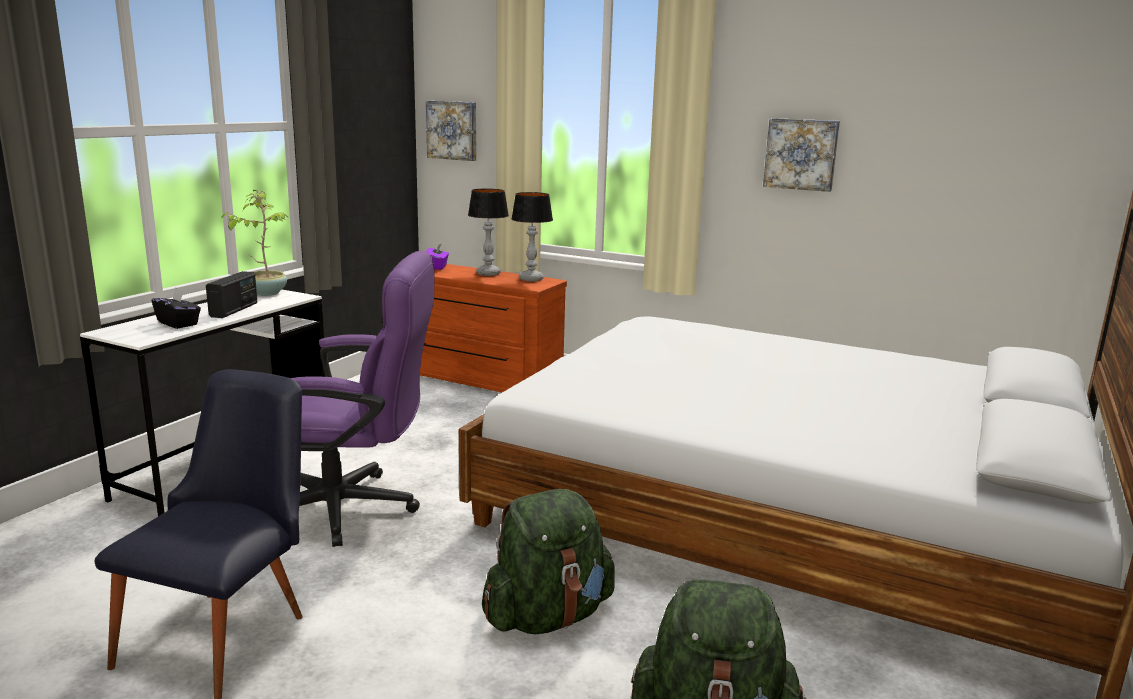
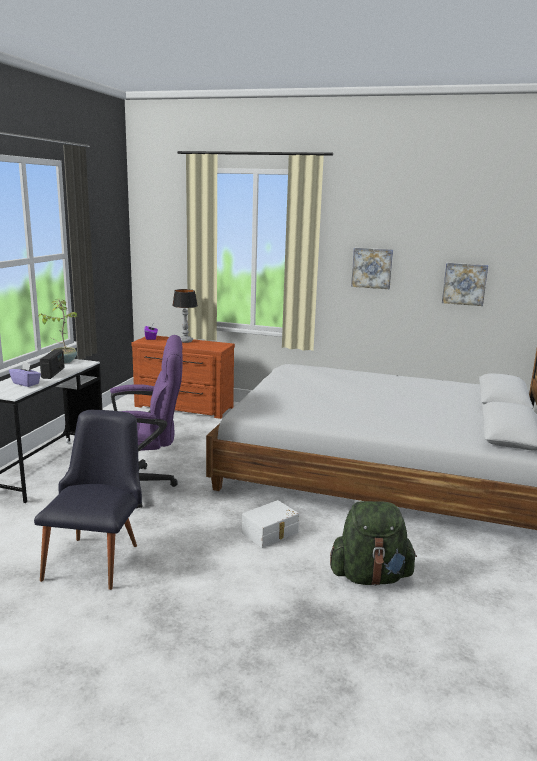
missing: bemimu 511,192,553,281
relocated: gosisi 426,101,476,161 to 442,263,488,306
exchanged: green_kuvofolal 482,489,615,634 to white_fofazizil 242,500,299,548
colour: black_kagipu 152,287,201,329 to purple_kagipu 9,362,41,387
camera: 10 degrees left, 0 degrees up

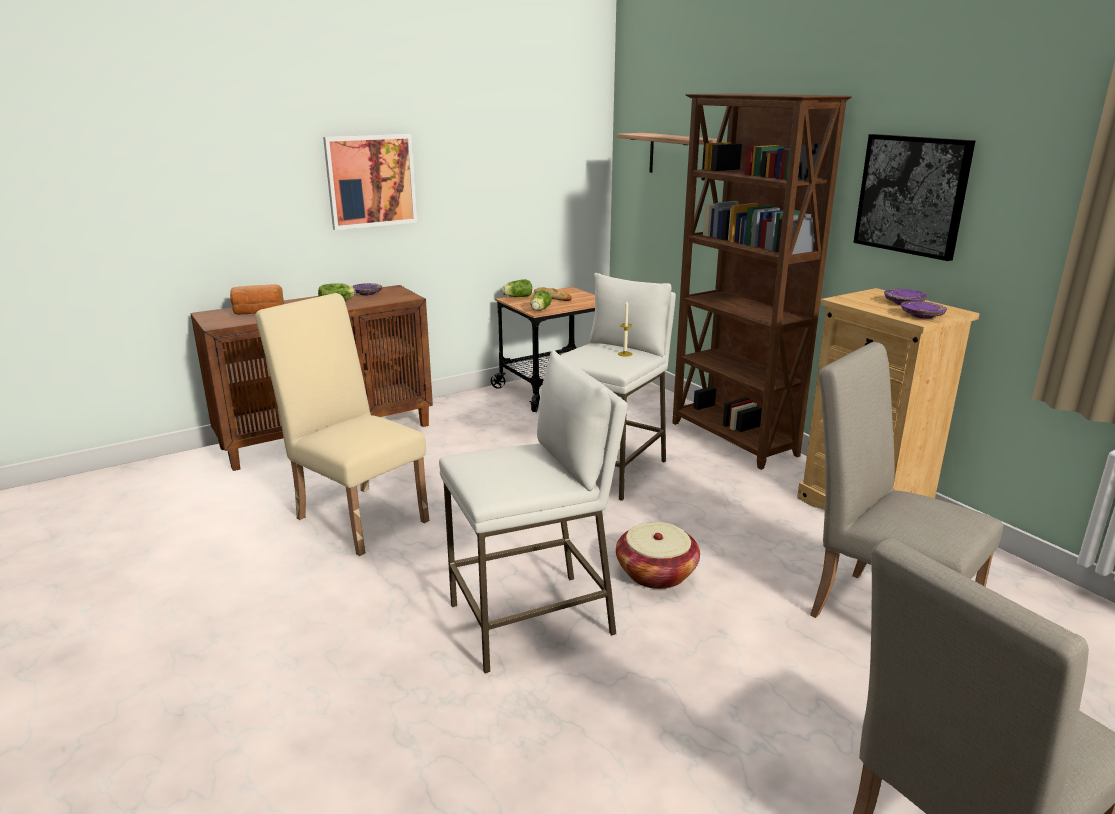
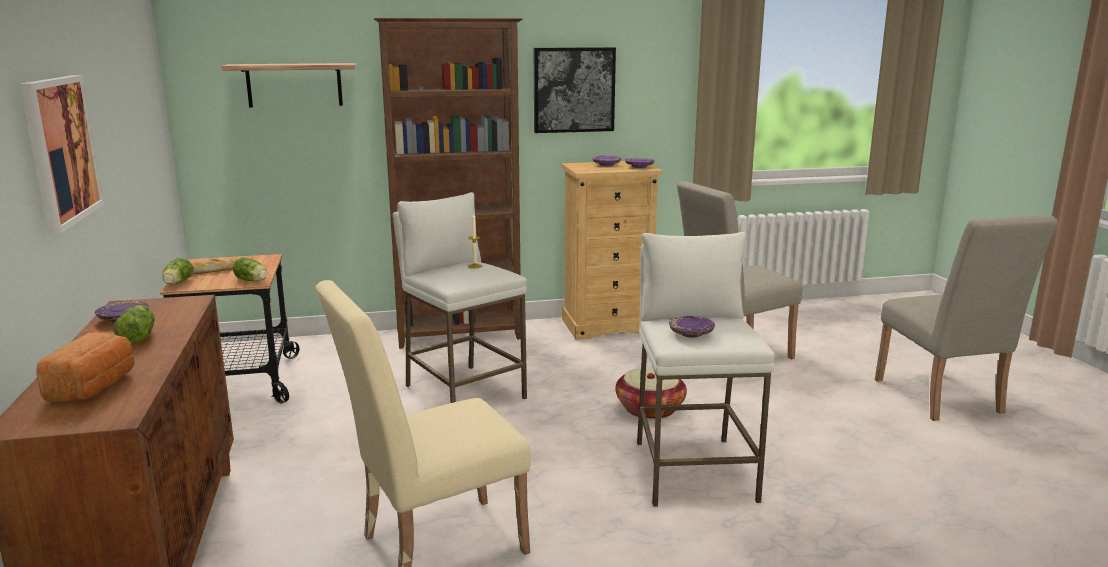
appeared: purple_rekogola 669,316,715,337
camera: 70 degrees left, 5 degrees down

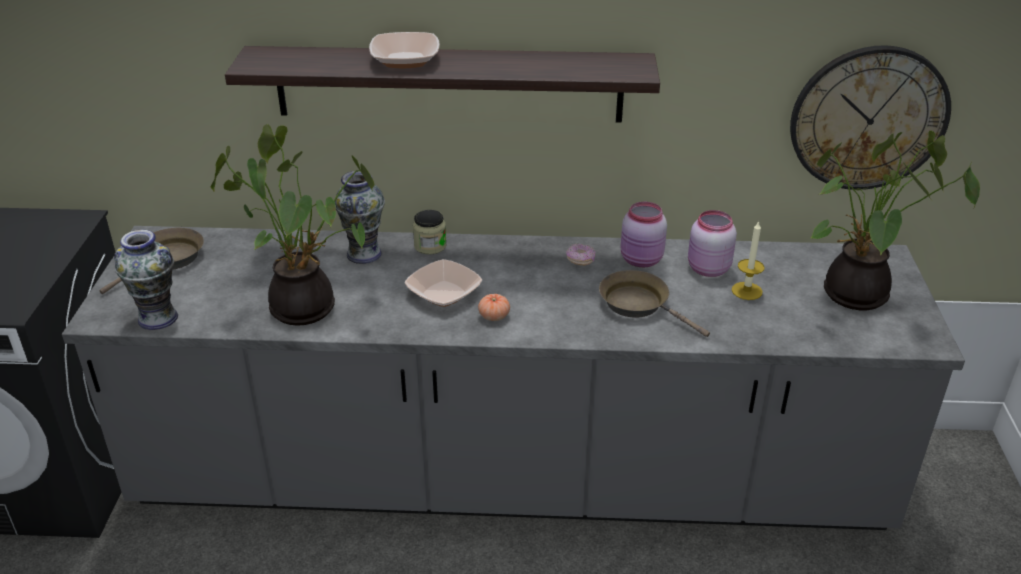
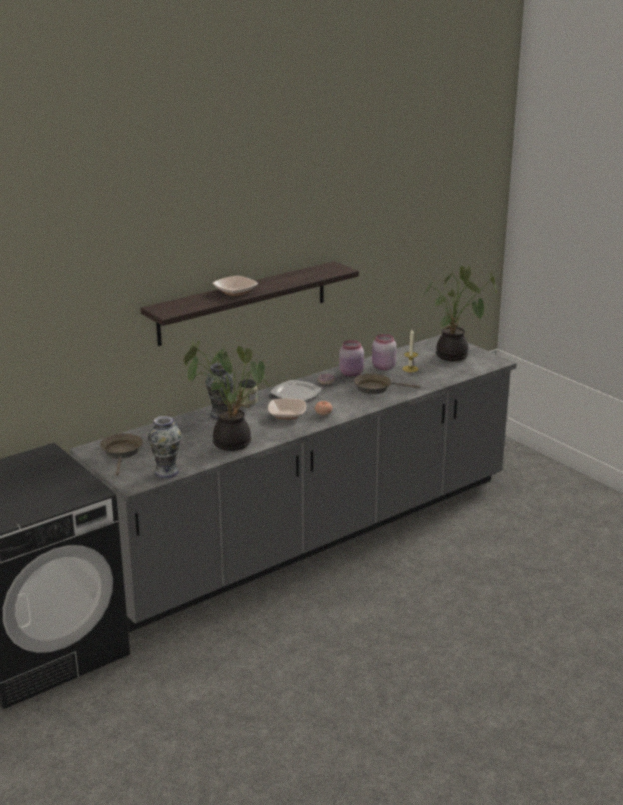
missing: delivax 790,45,951,190
appeared: rekogola 270,380,322,401
camera: 40 degrees left, 10 degrees down

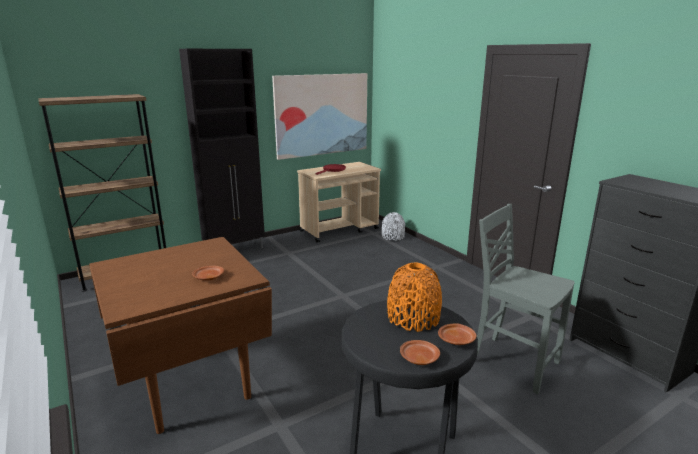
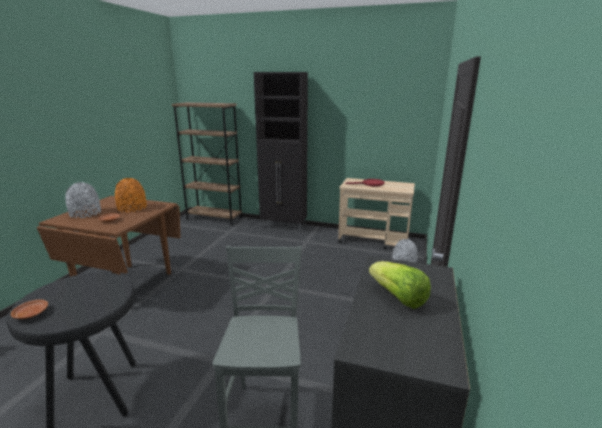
missing: gosisi 272,73,367,160; brown_rekogola 438,323,477,345
appeared: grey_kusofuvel 65,182,101,218; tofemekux 369,261,431,309
relocated: orange_kusofuvel 387,263,442,332 to 115,178,147,212
camera: 50 degrees right, 0 degrees up

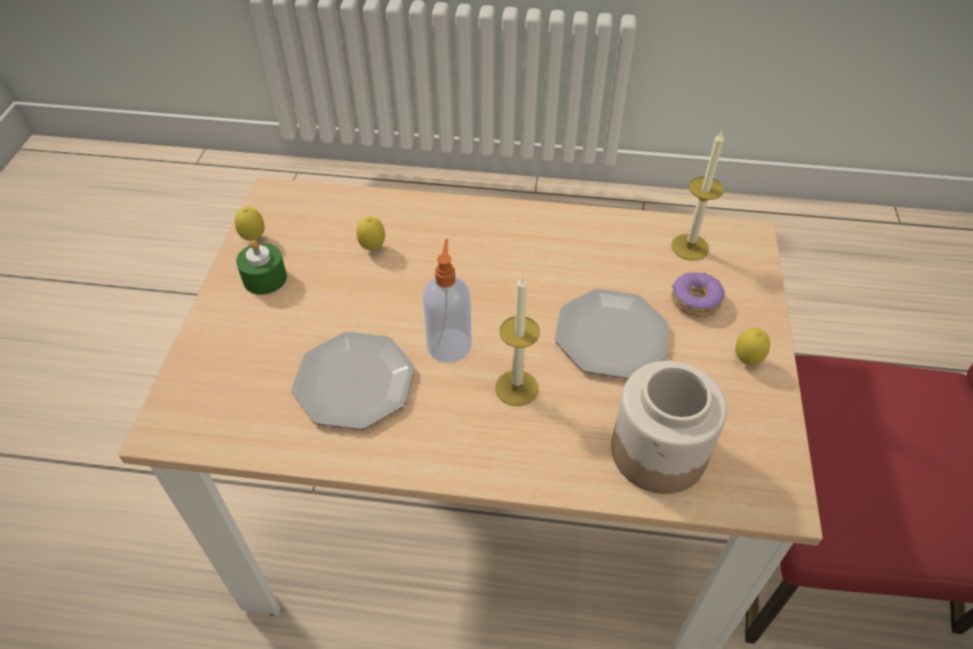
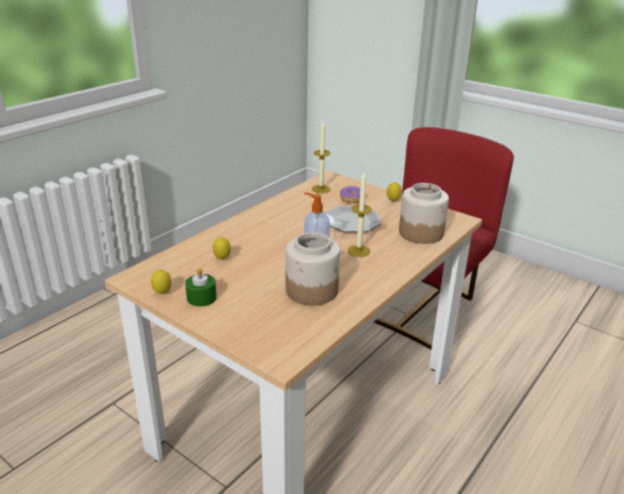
exchanged: rekogola 291,332,415,430 to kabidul 286,232,340,305
camera: 60 degrees left, 20 degrees down

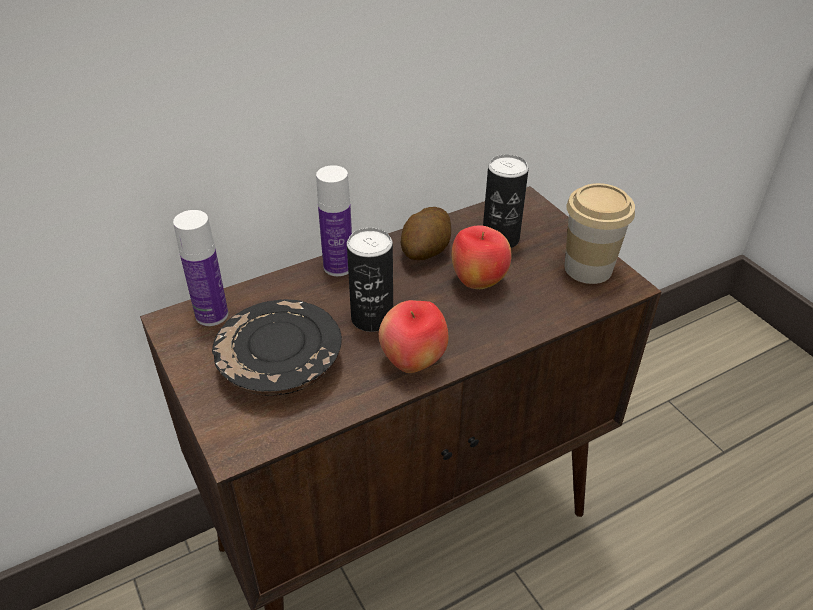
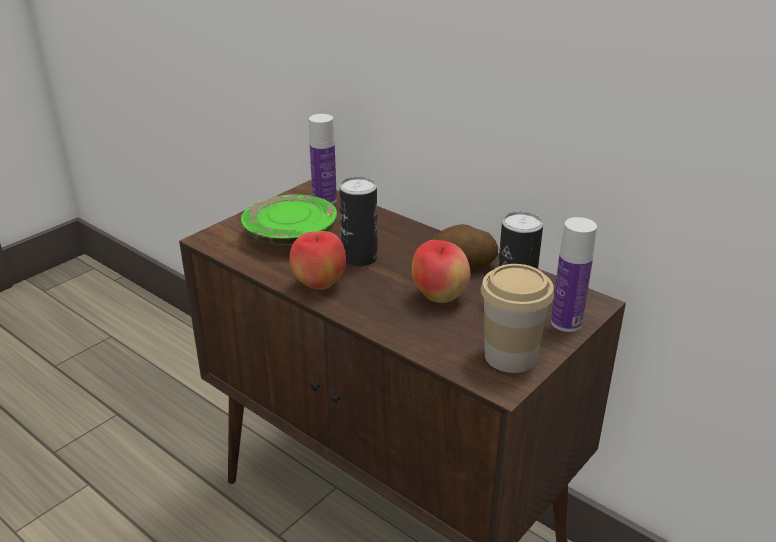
relocated: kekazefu 316,165,352,276 to 551,217,597,332
colour: black_rekogola 212,299,342,396 to green_rekogola 241,194,337,245
camera: 70 degrees right, 10 degrees down

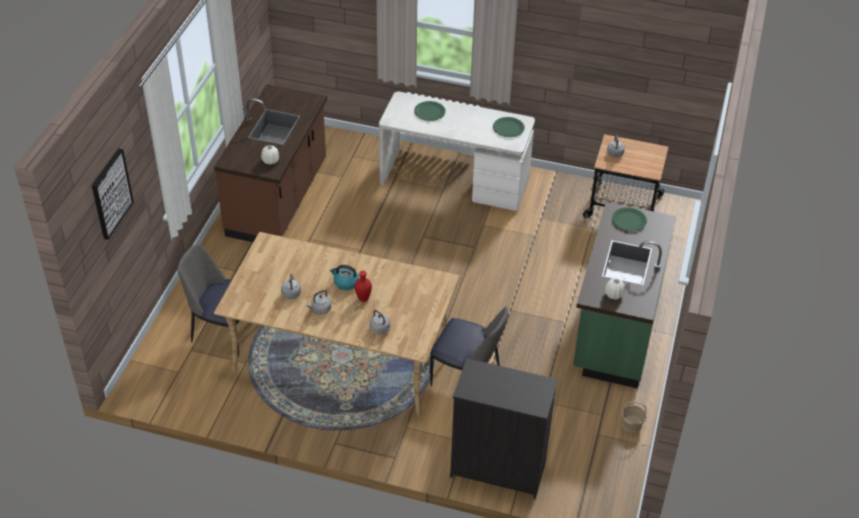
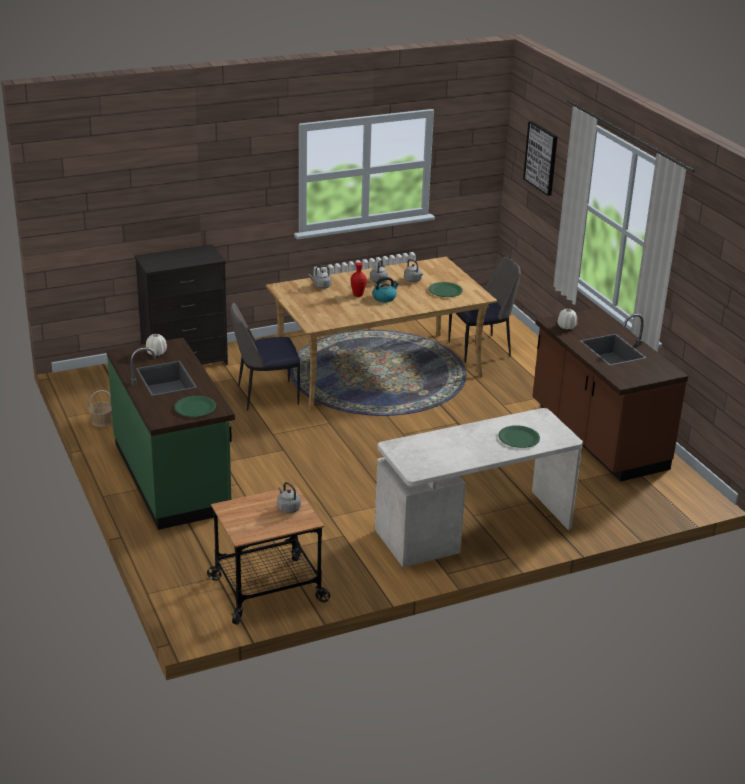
relocated: green_rekogola 493,117,525,137 to 429,282,463,297
camera: 140 degrees right, 15 degrees down

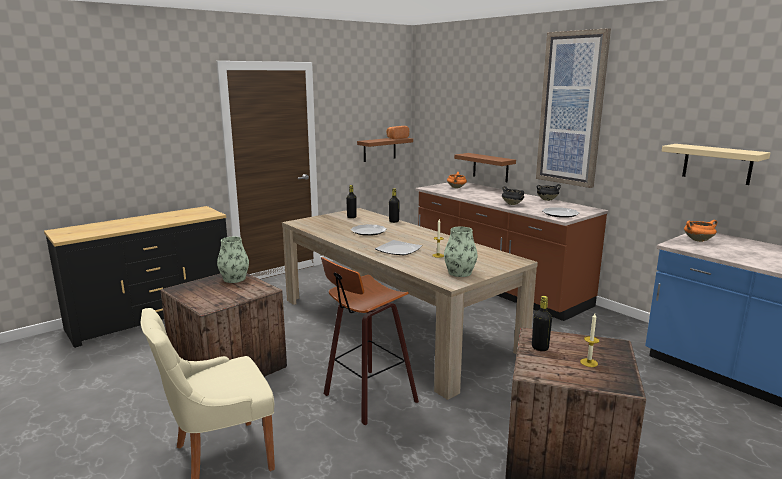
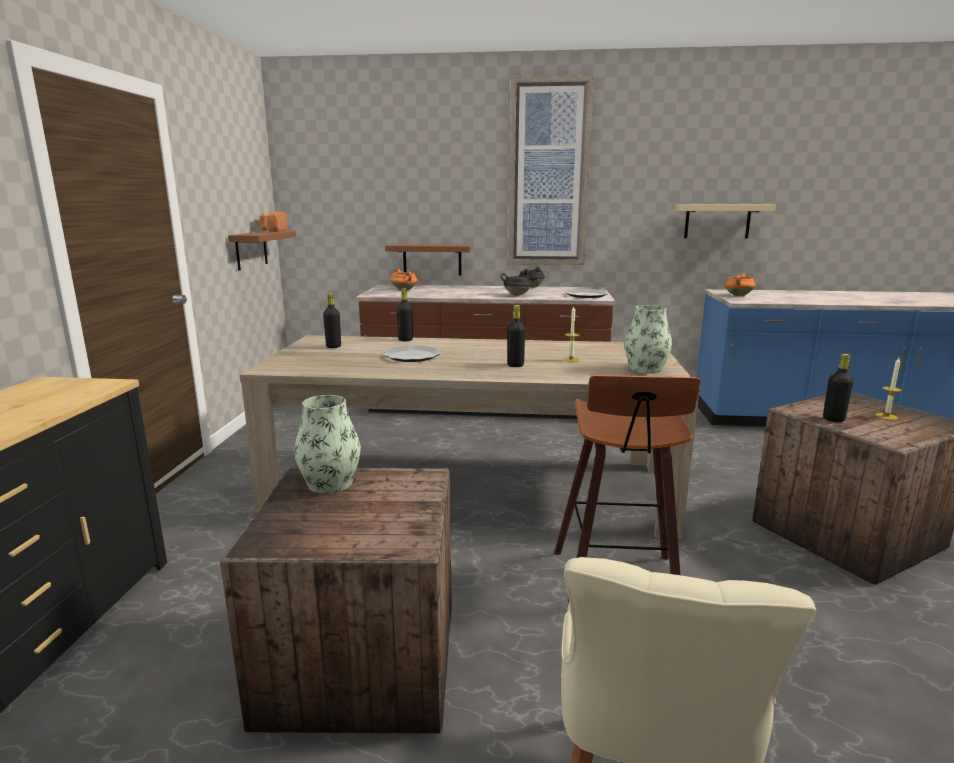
exchanged: rekogola 375,240,422,255 to black_kekazefu 507,305,525,367
camera: 45 degrees left, 0 degrees up

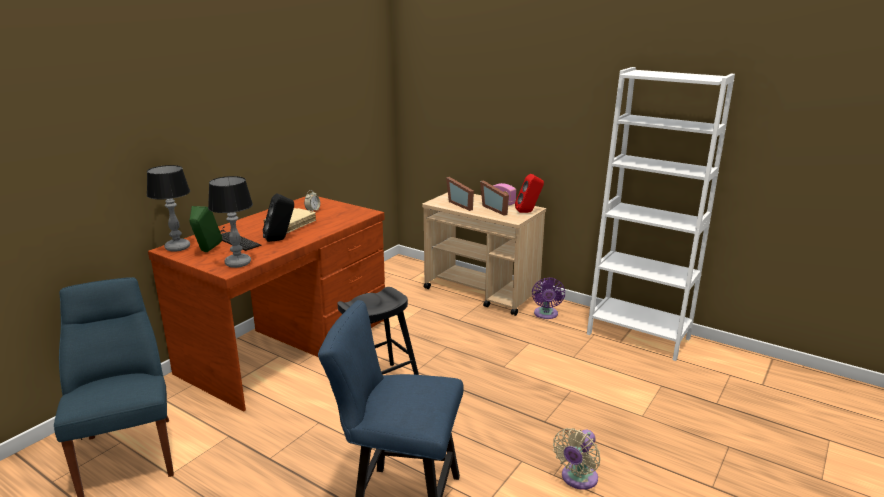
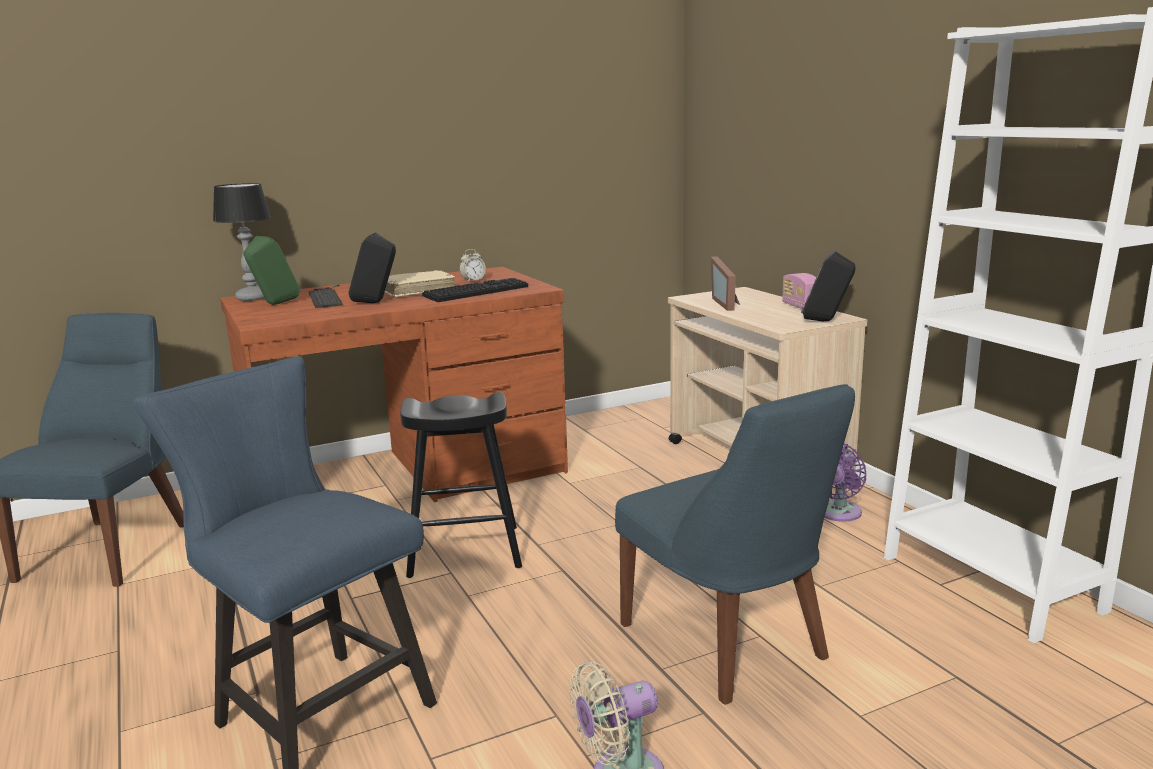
missing: bemimu 208,176,253,268; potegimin 480,180,509,216
appeared: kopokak 422,278,528,302; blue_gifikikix 615,384,855,705
colour: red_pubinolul 515,174,544,213 to black_pubinolul 801,251,855,321
camera: 30 degrees right, 5 degrees down

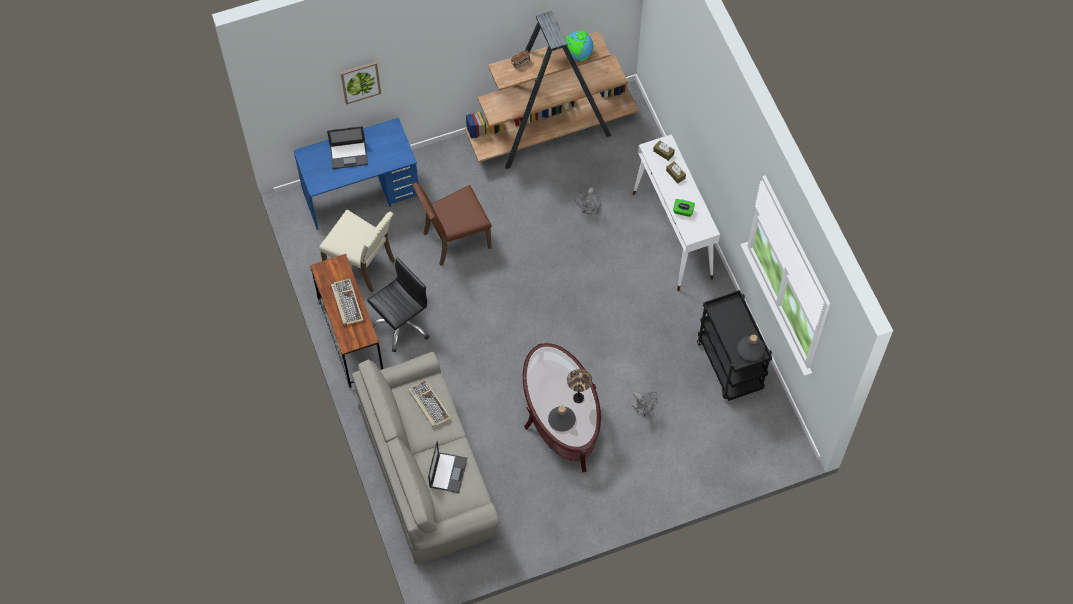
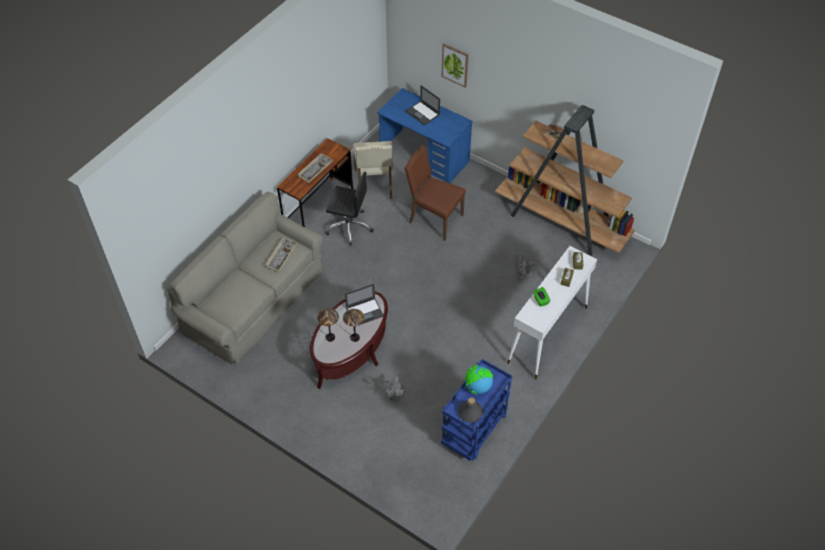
relocated: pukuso 428,441,467,493 to 345,284,384,327; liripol 565,30,593,61 to 465,365,493,394
exchanged: grey_kekazefu 548,406,576,432 to bemimu 317,309,339,342
colour: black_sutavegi 697,290,772,401 to blue_sutavegi 441,359,512,461
camera: 55 degrees right, 10 degrees down

